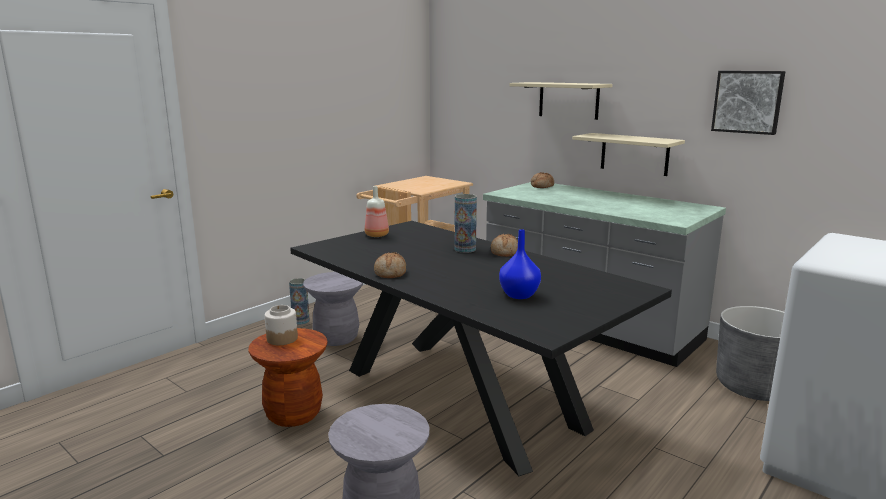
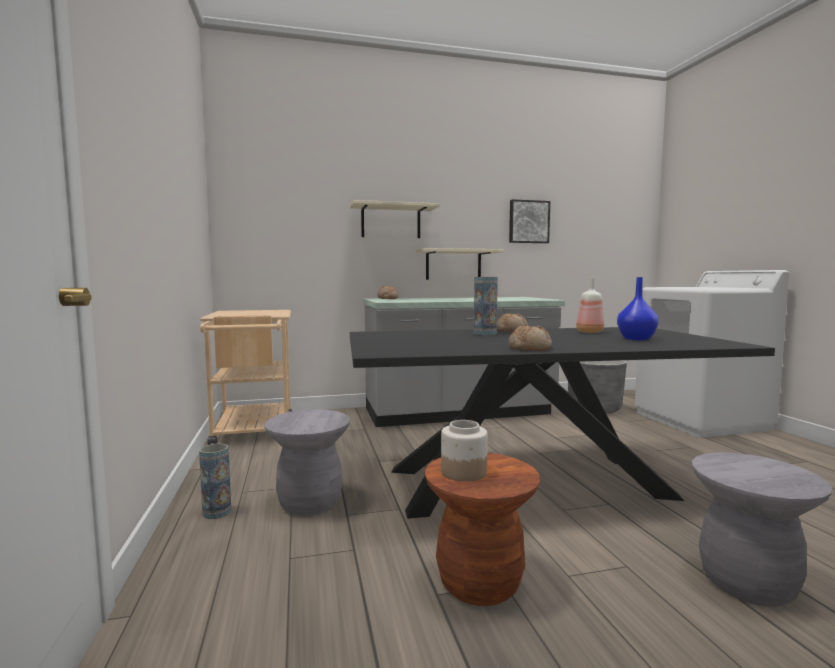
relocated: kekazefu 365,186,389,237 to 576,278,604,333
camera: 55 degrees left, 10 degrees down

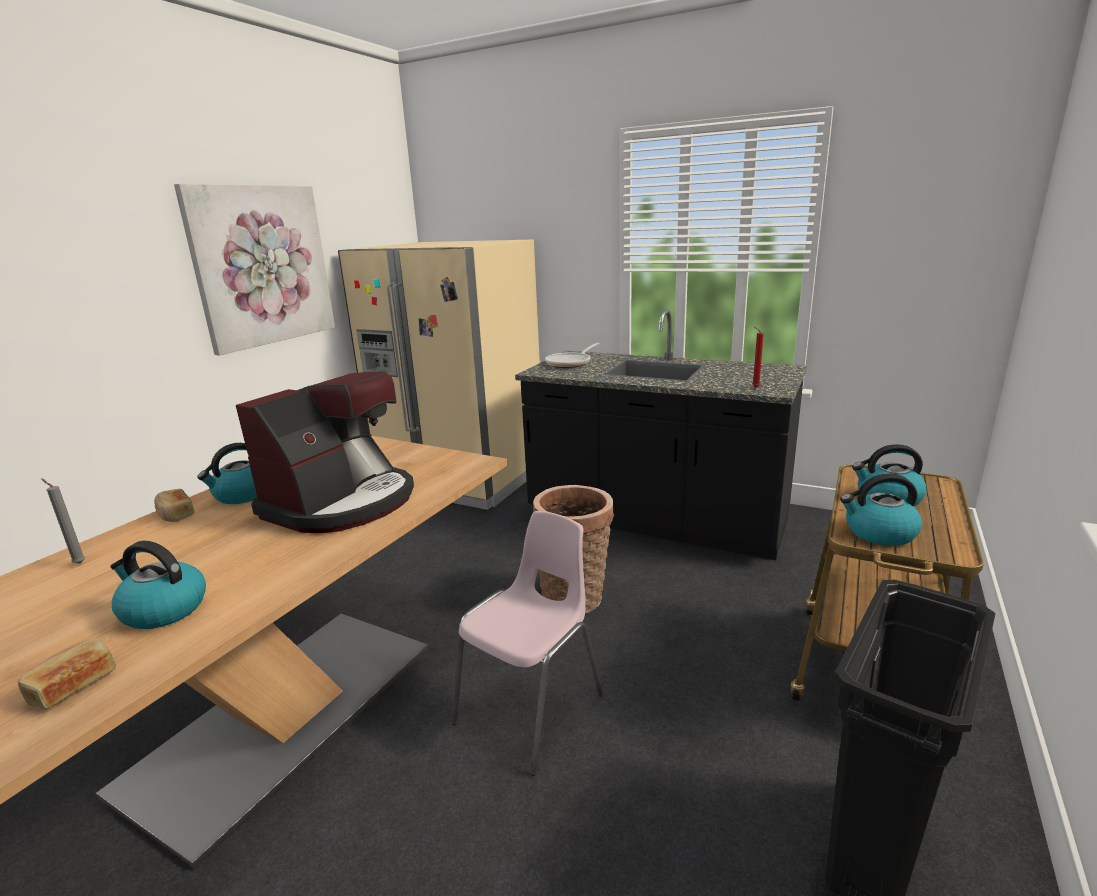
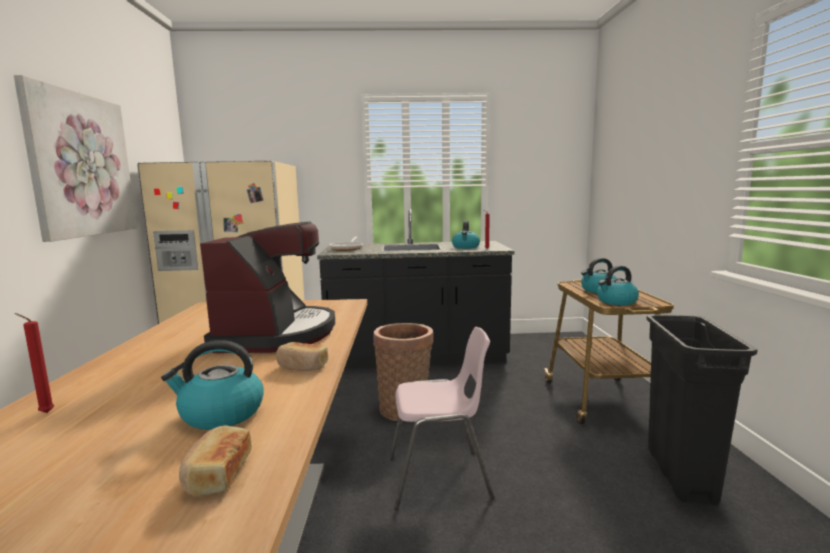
relocated: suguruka 154,489,194,522 to 276,342,328,371; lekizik 197,443,257,504 to 452,221,480,249
colour: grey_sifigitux 41,478,85,564 to red_sifigitux 15,313,55,413
spun: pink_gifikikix 451,511,604,776 = 389,327,494,510 75 degrees clockwise
camera: 30 degrees left, 10 degrees down

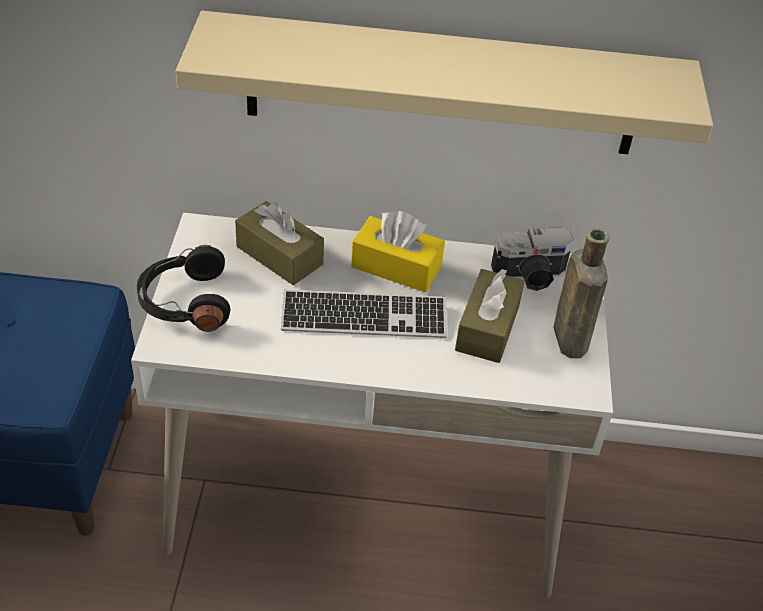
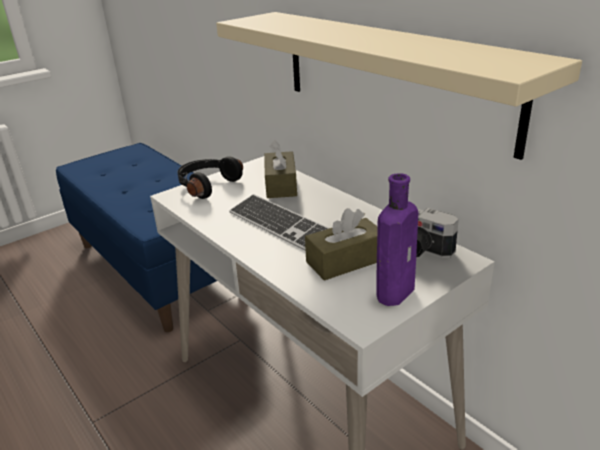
missing: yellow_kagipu 351,211,445,292
colour: brown_kekazefu 554,228,609,358 to purple_kekazefu 376,173,418,306
camera: 50 degrees right, 15 degrees down

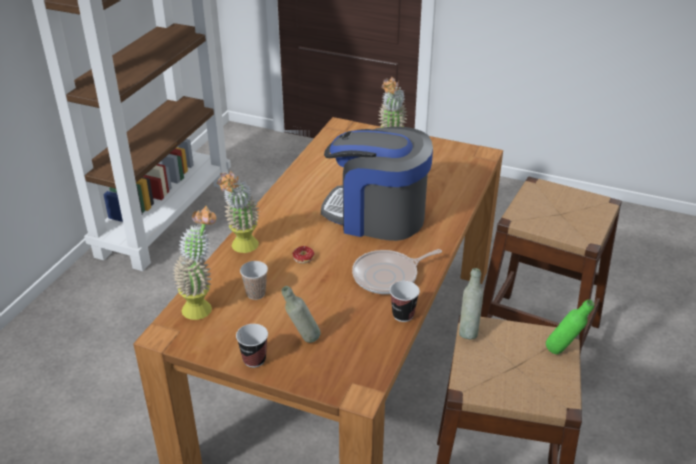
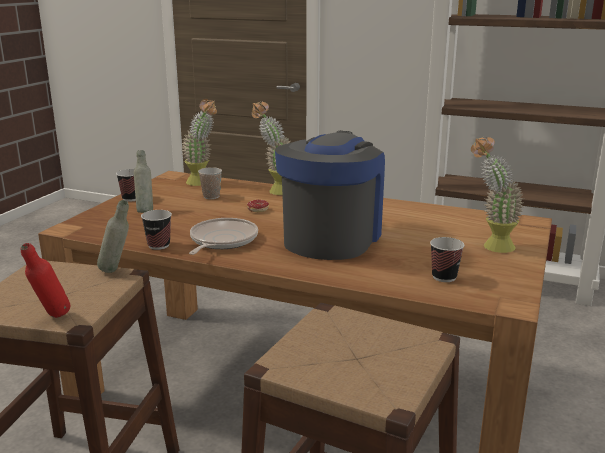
appeared: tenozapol 430,237,465,282
colour: green_kekazefu 546,299,595,354 to red_kekazefu 20,243,70,318
spun: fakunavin 352,249,442,294 = 189,218,258,255 45 degrees clockwise
camera: 90 degrees right, 15 degrees down

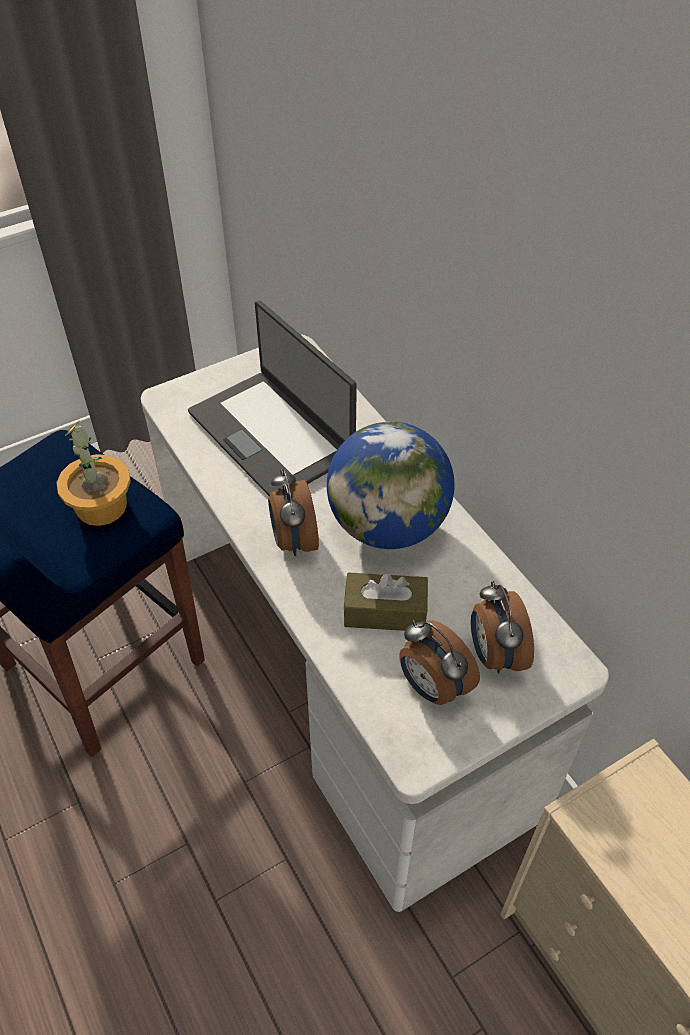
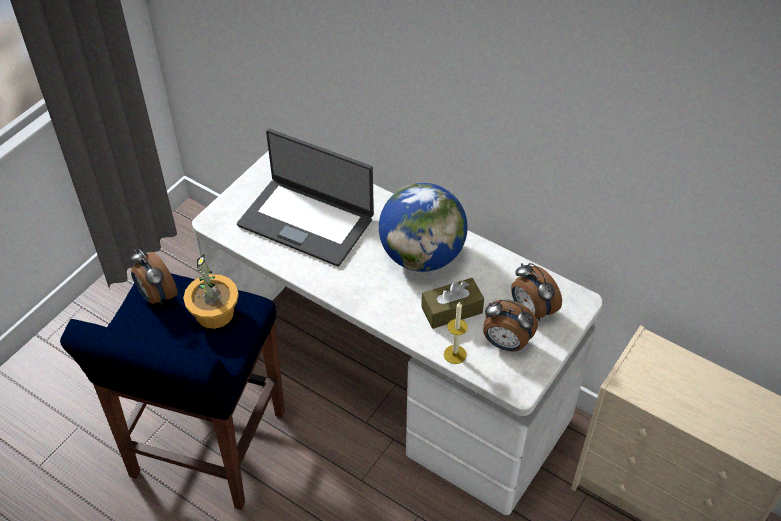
appeared: sifigitux 444,302,468,364
relocated: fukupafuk 268,469,319,556 to 130,249,178,305
camera: 25 degrees left, 0 degrees up

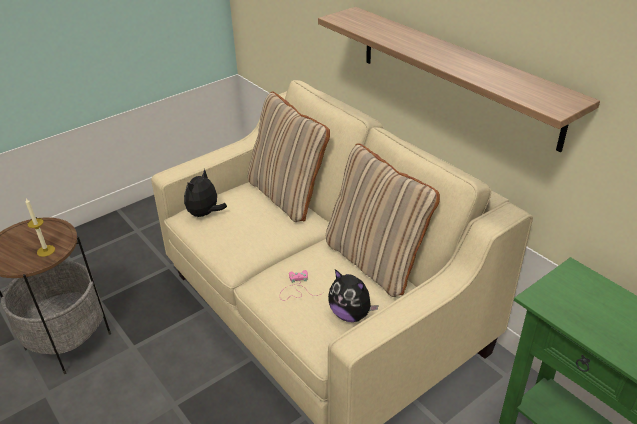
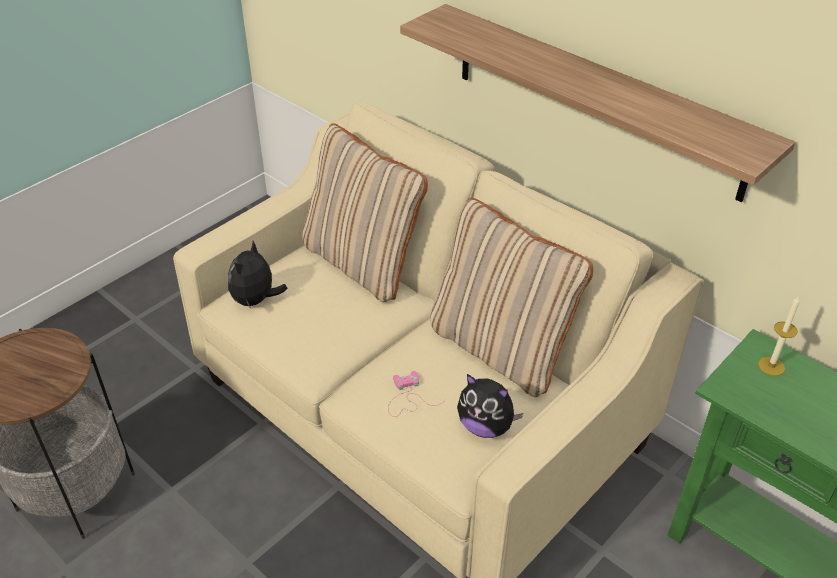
relocated: sifigitux 26,198,55,257 to 758,296,800,376
camera: 10 degrees left, 5 degrees up

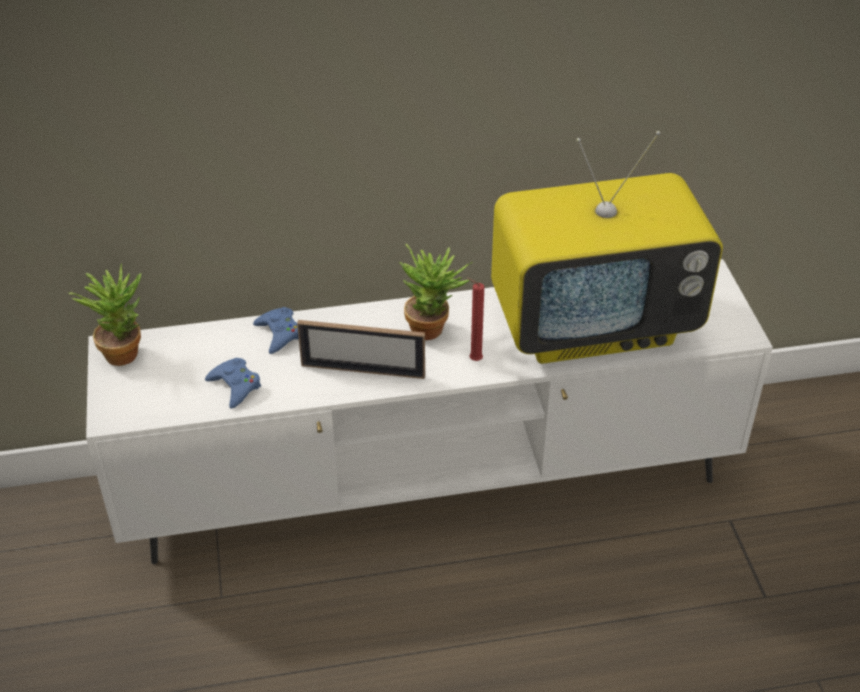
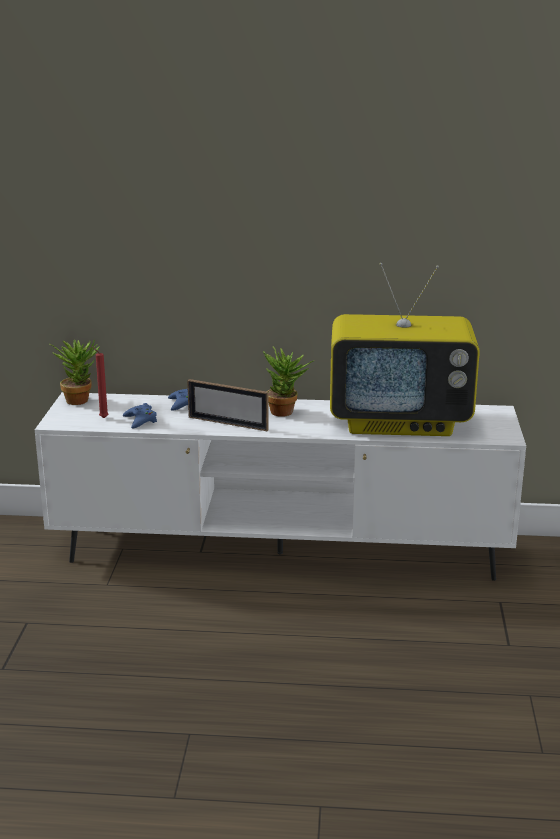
relocated: red_sifigitux 467,277,484,361 to 91,346,108,418
camera: 15 degrees right, 20 degrees down

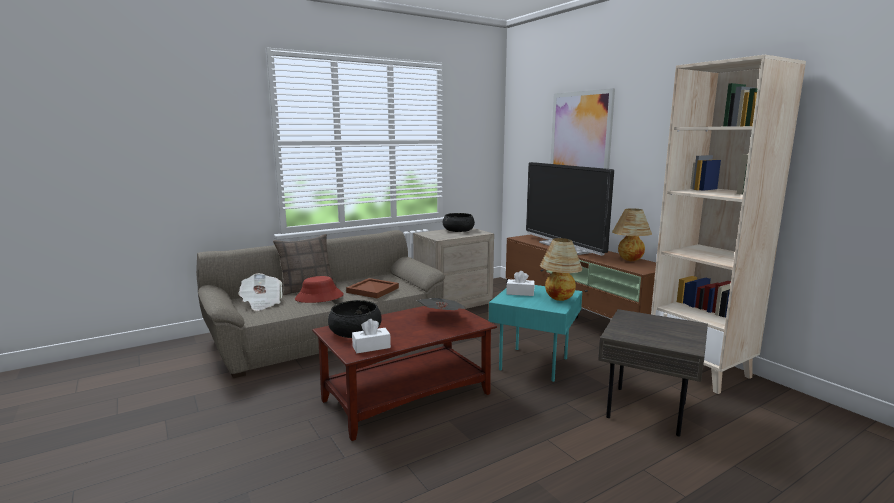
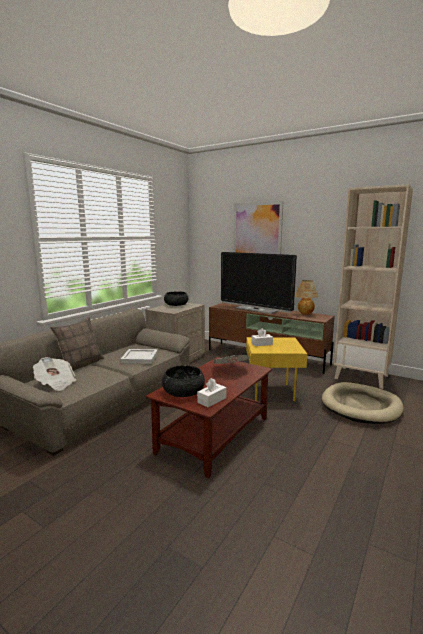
missing: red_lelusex 295,276,344,303; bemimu 540,238,583,301
exchanged: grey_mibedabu 598,309,708,437 to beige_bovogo 322,382,404,424
colour: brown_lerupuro 346,278,399,298 to white_lerupuro 120,349,158,364; turquoise_mibedabu 489,285,582,382 to yellow_mibedabu 246,337,307,401
camera: 25 degrees left, 0 degrees up

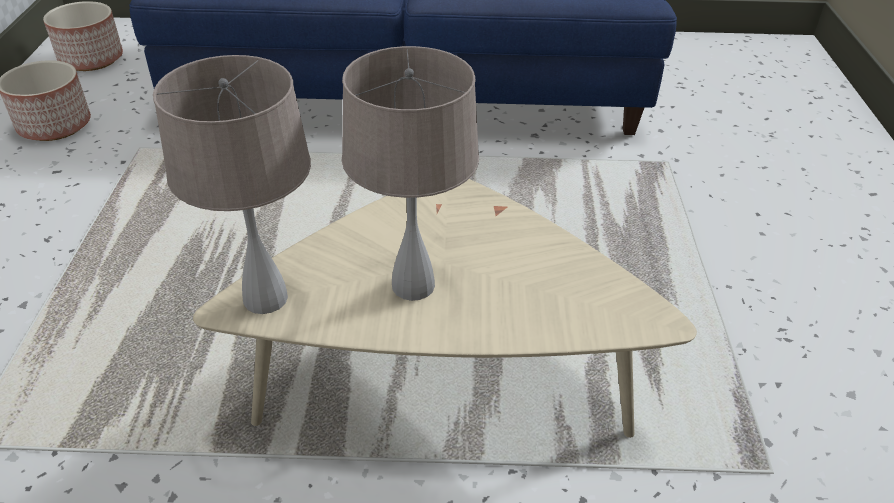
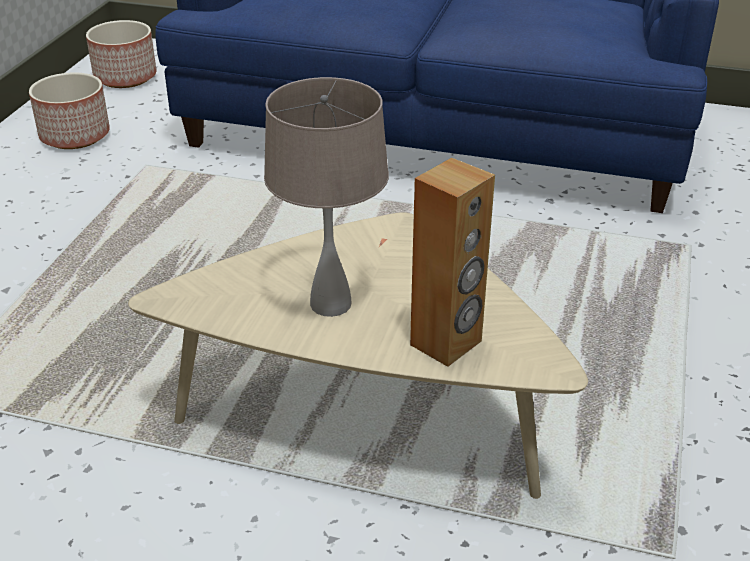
missing: beige_bemimu 153,55,311,314
appeared: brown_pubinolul 410,157,495,367
camera: 15 degrees right, 5 degrees down

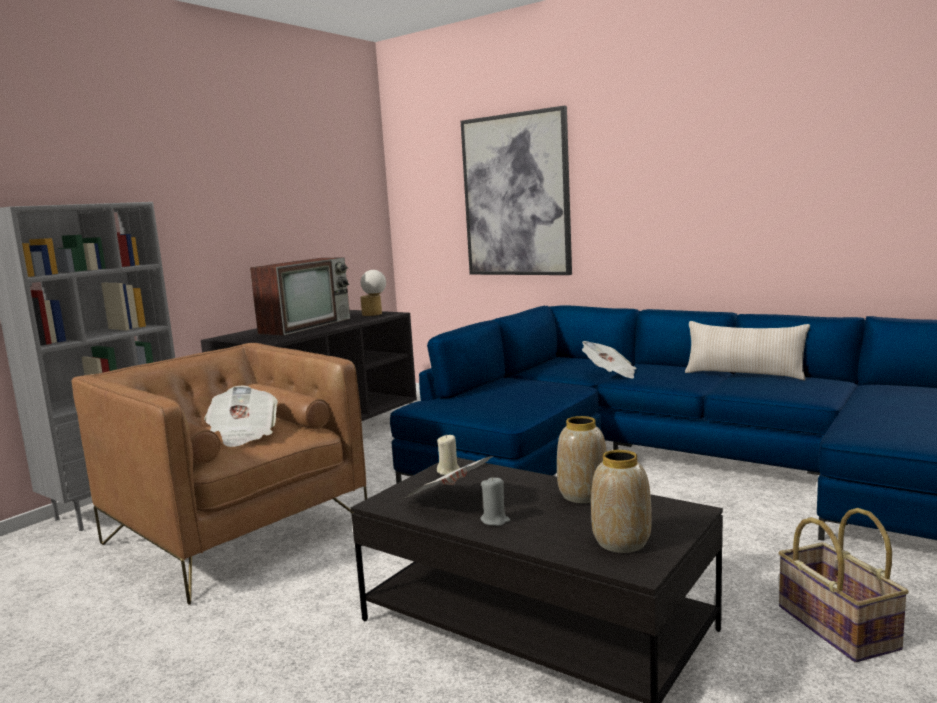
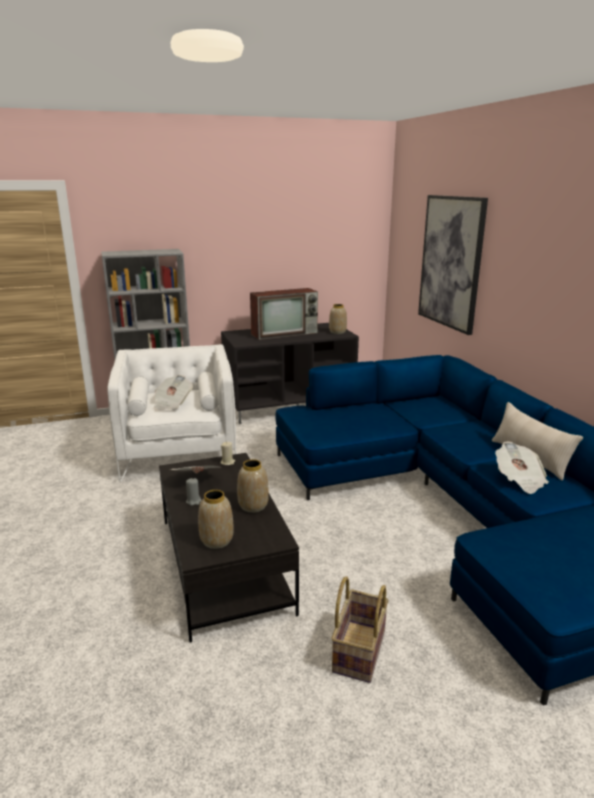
relocated: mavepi 582,341,636,379 to 495,441,549,494
exchanged: bemimu 360,270,386,316 to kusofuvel 329,304,347,334
colour: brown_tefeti 72,343,367,605 to white_tefeti 107,344,237,482
camera: 35 degrees right, 10 degrees up

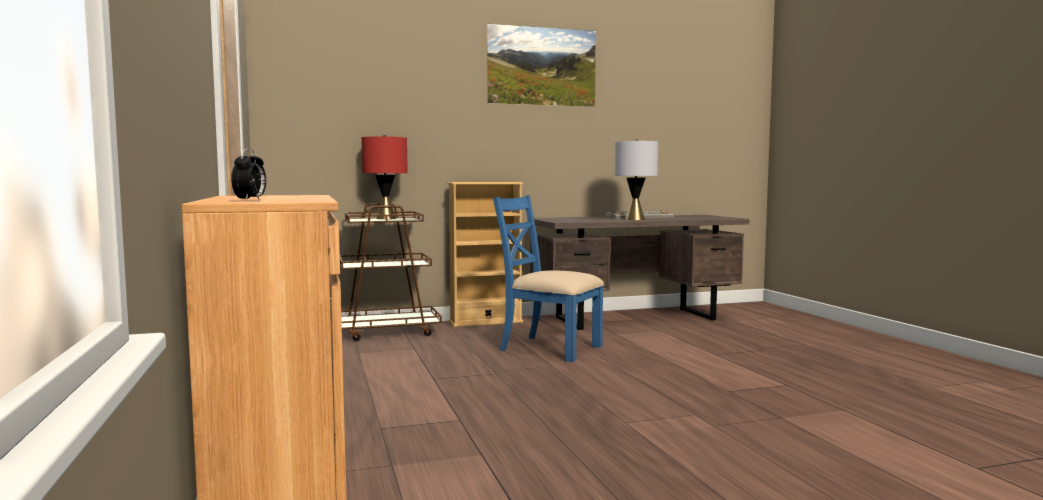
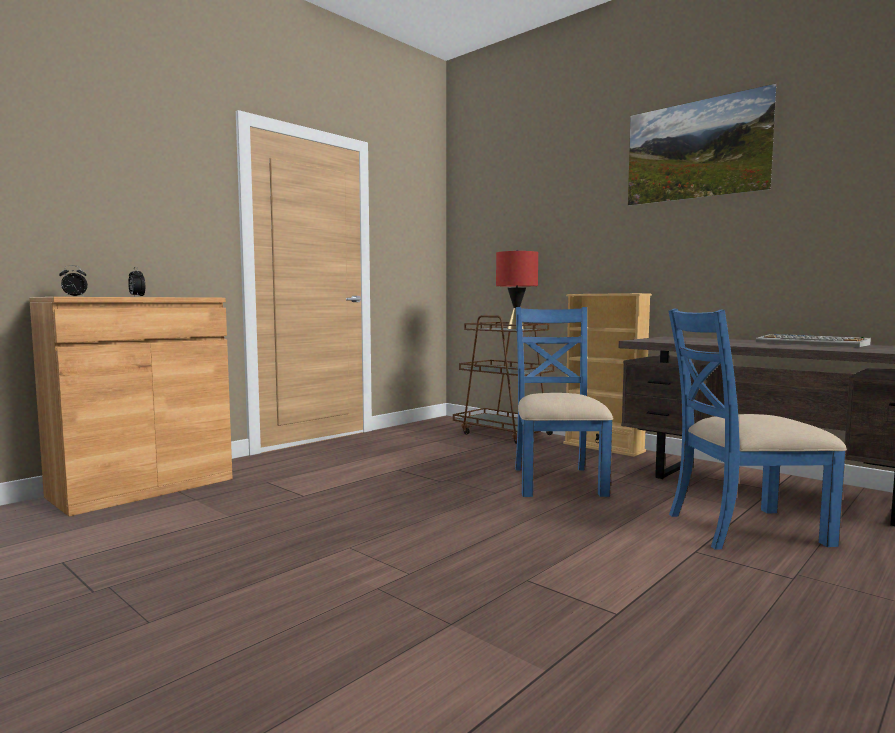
missing: grey_bemimu 615,139,658,220
appeared: fukupafuk 128,267,145,297; blue_gifikikix 669,308,847,550
camera: 60 degrees right, 0 degrees up

